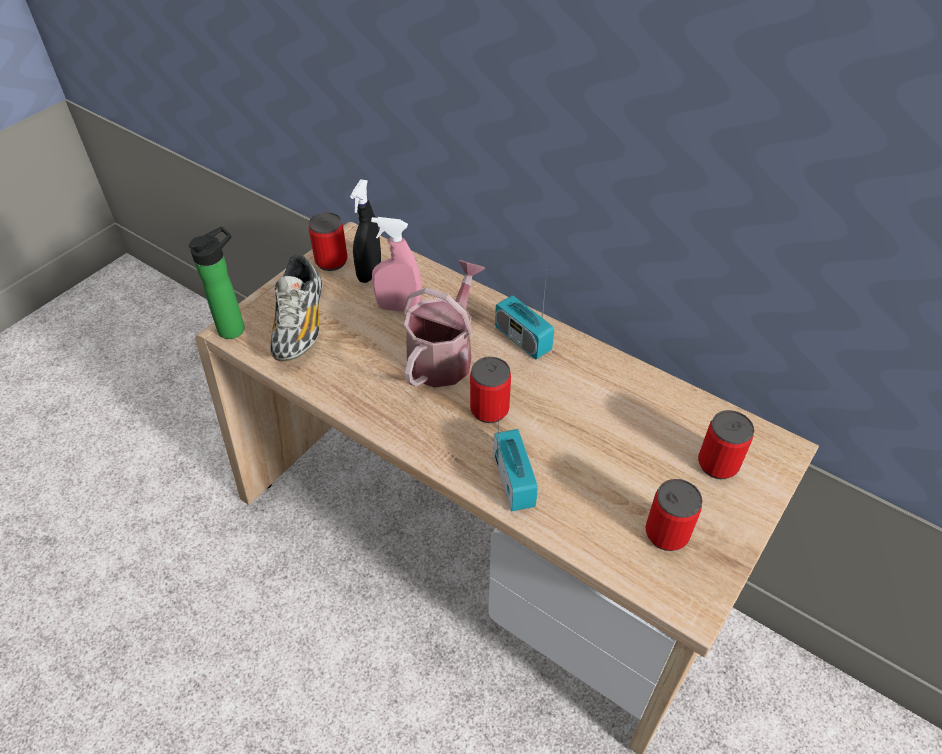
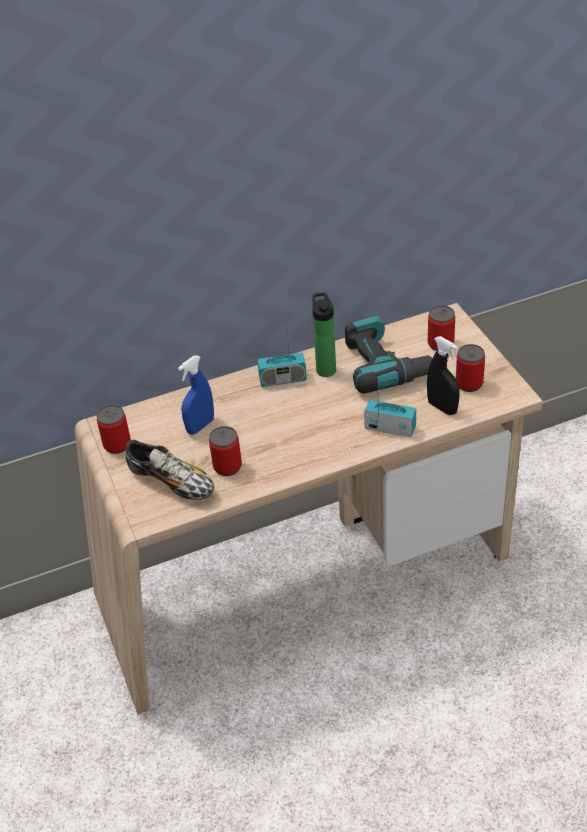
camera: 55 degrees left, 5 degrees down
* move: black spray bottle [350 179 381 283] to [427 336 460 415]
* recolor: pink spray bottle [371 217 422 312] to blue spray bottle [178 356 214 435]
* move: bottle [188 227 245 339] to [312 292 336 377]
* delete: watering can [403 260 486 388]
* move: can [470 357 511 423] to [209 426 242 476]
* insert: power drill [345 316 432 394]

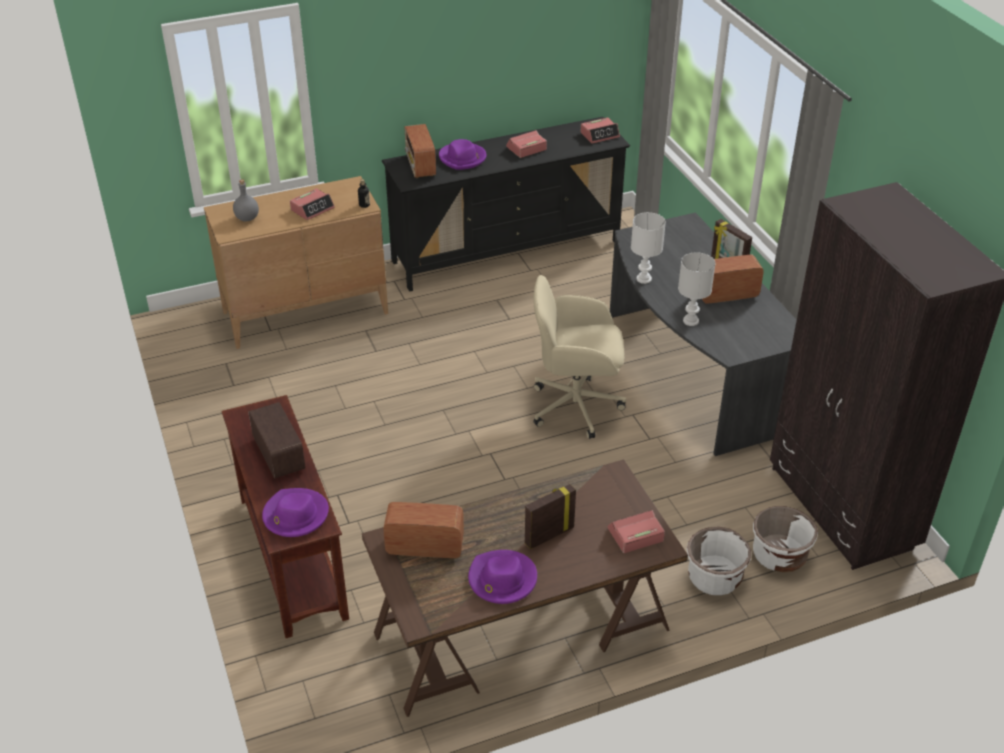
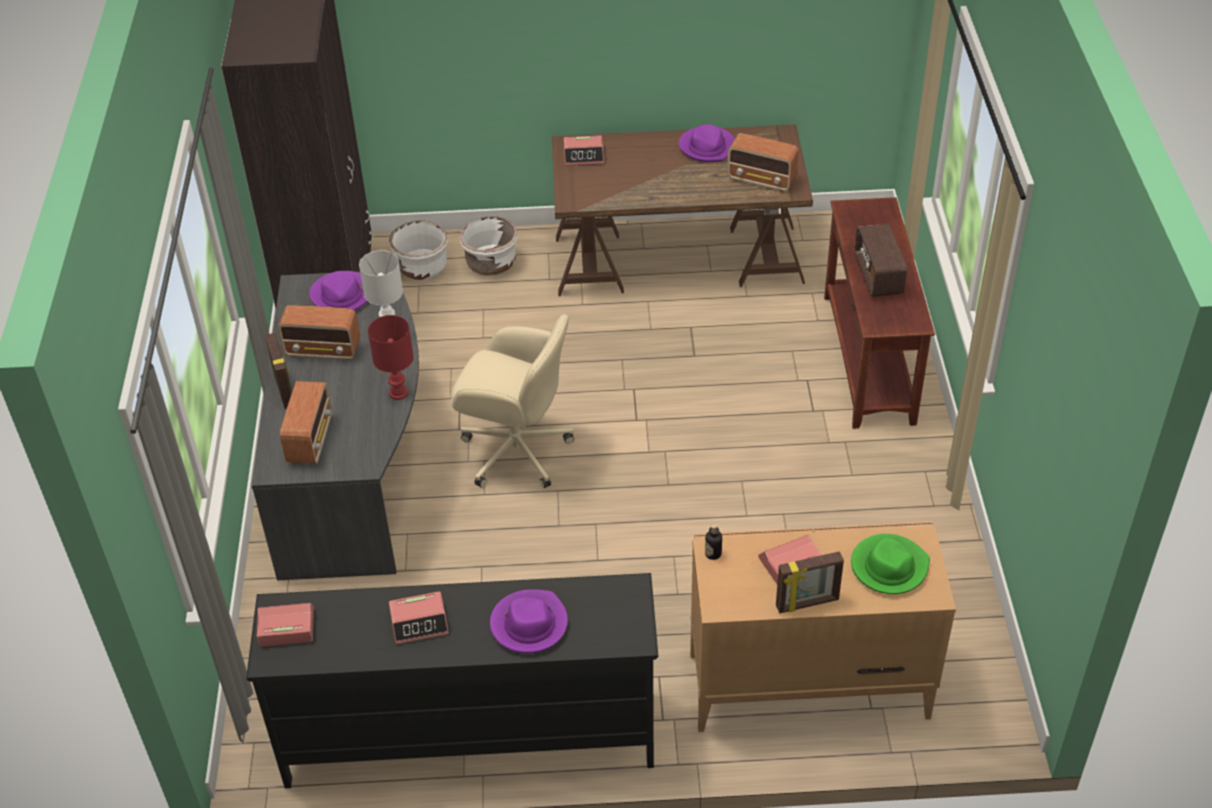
camera: 160 degrees left, 5 degrees up
* move: radio [405 124 436 179] to [280 381 332 464]
* replace: grey bottle [233 179 259 222] to green hat [851 534 930 594]
* recolor: white table lamp [631 212 666 284] to red table lamp [368 315 414 400]
* move: picture frame [525 484 576 549] to [776 551 844 613]
* move: purple hat [262 488 329 537] to [309 271 368 311]

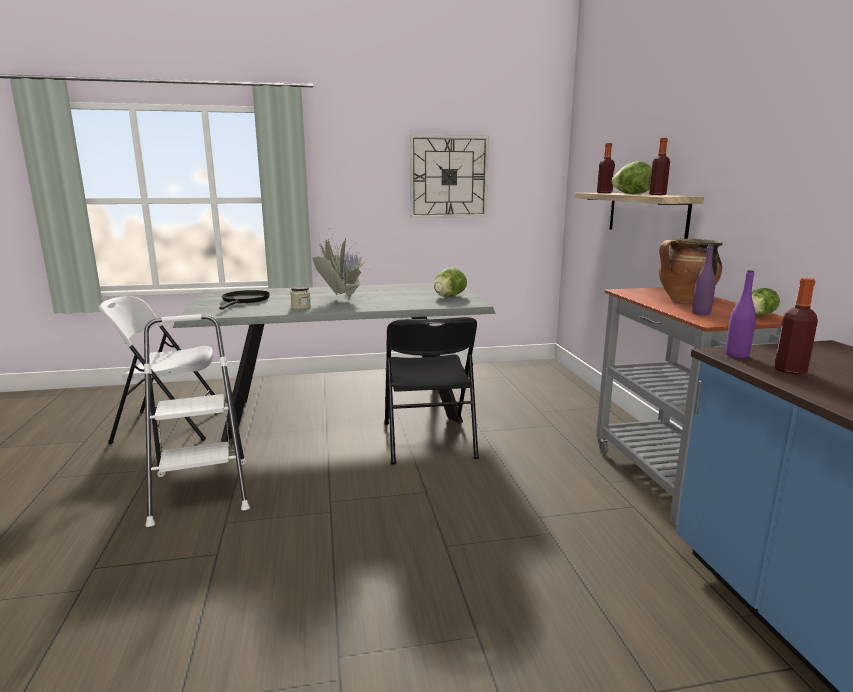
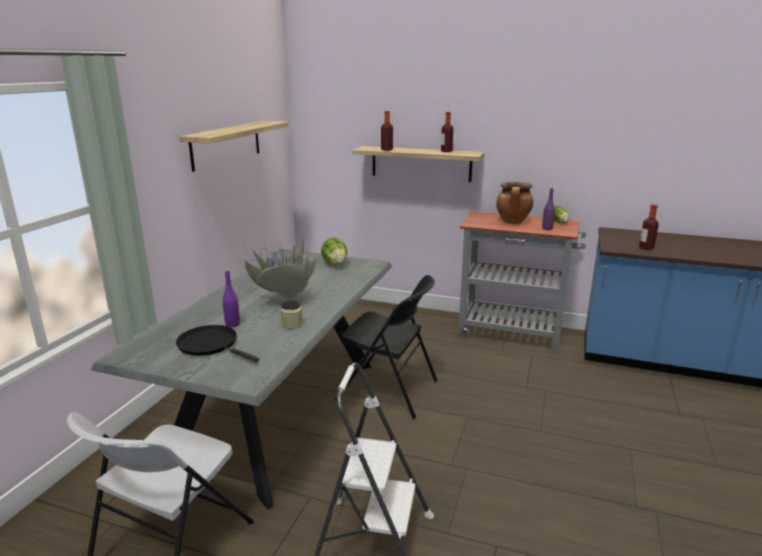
camera: 60 degrees left, 5 degrees up
* replace: wall clock [410 134 489 218] to shelf [179 121 289 172]
* delete: lettuce [612 161 652 194]
* move: purple bottle [726 270 756 358] to [223 271 240 327]

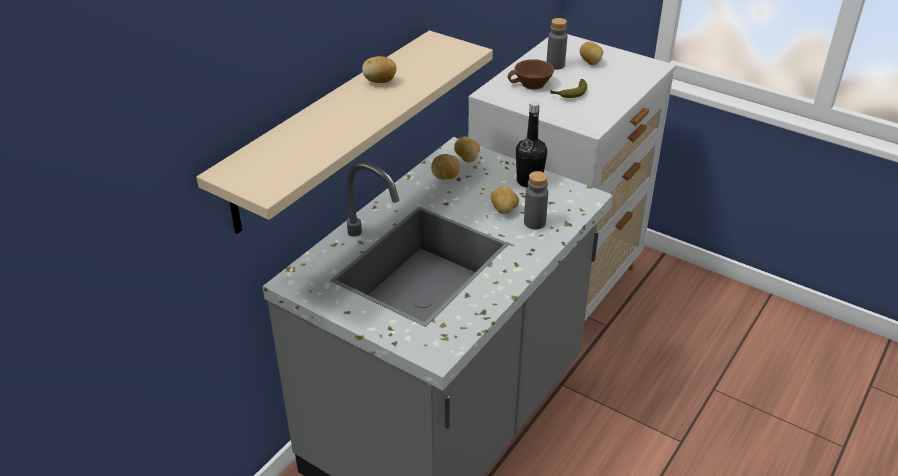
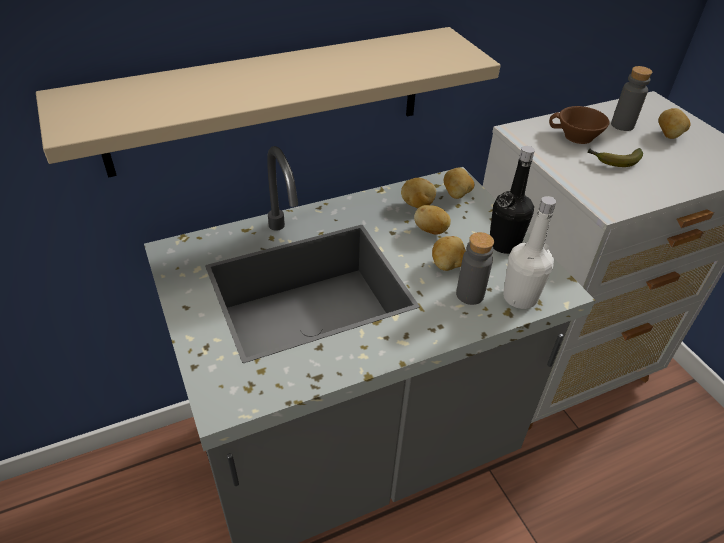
camera: 30 degrees right, 5 degrees up
* move: potato [362 56 397 83] to [414 205 451 235]
* insert: white bottle [503 196 556 309]

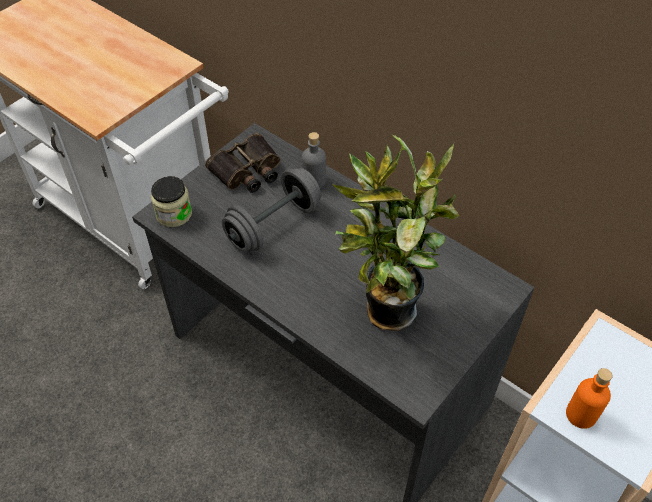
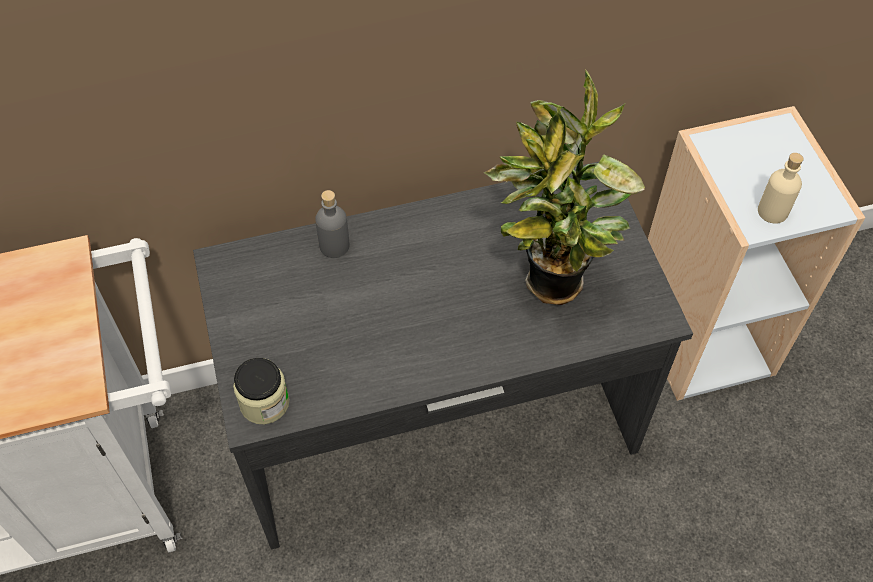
camera: 55 degrees left, 5 degrees up
* delete: binoculars [205 133 281 193]
* delete: grey dumbbell [222 168 321 252]
* recolor: orange bottle [566 368 613 429] to beige bottle [758 153 803 224]

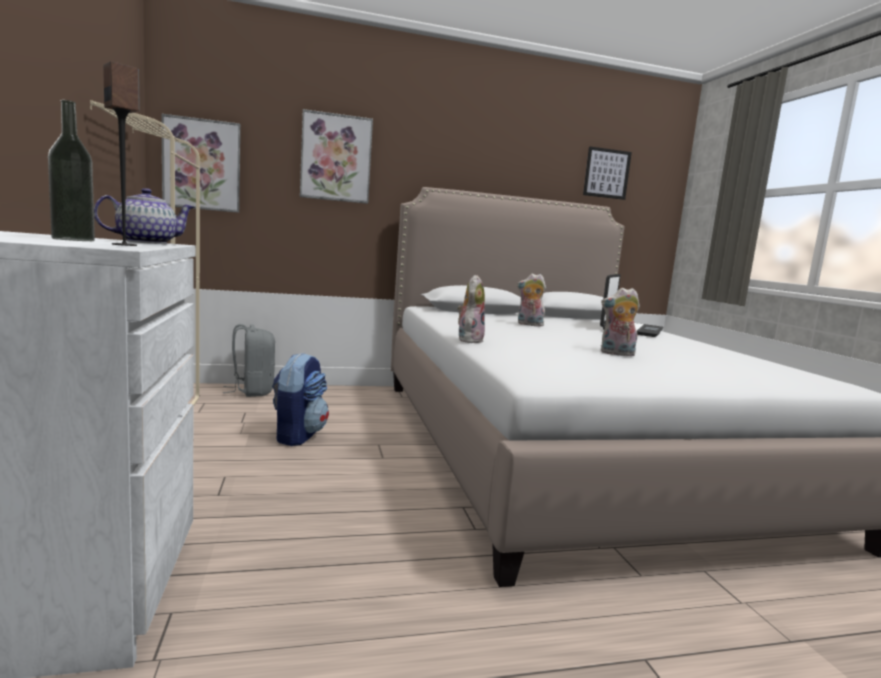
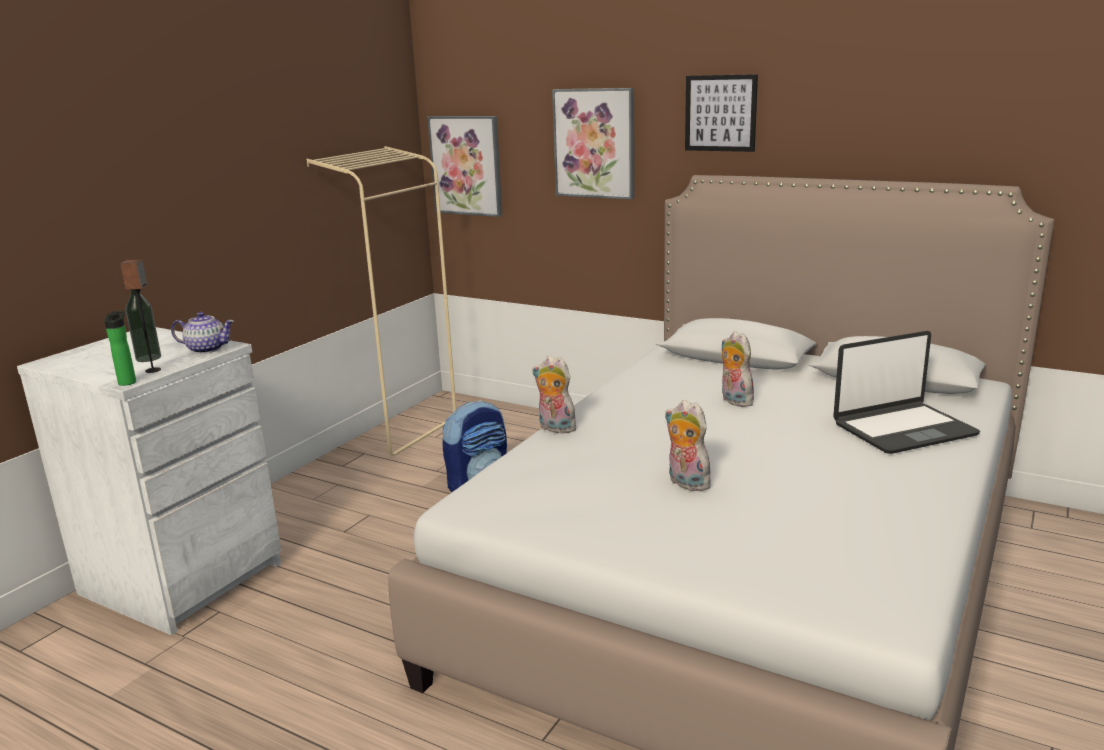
camera: 45 degrees right, 10 degrees up
* move: picture [583 146 632 200] to [685 74 758 152]
* rotate: plush toy [457 275 485 343] = [533 356 576 434] 120 degrees counterclockwise
* delete: grey backpack [223 324 275 397]
* insert: bottle [104 311 136 386]

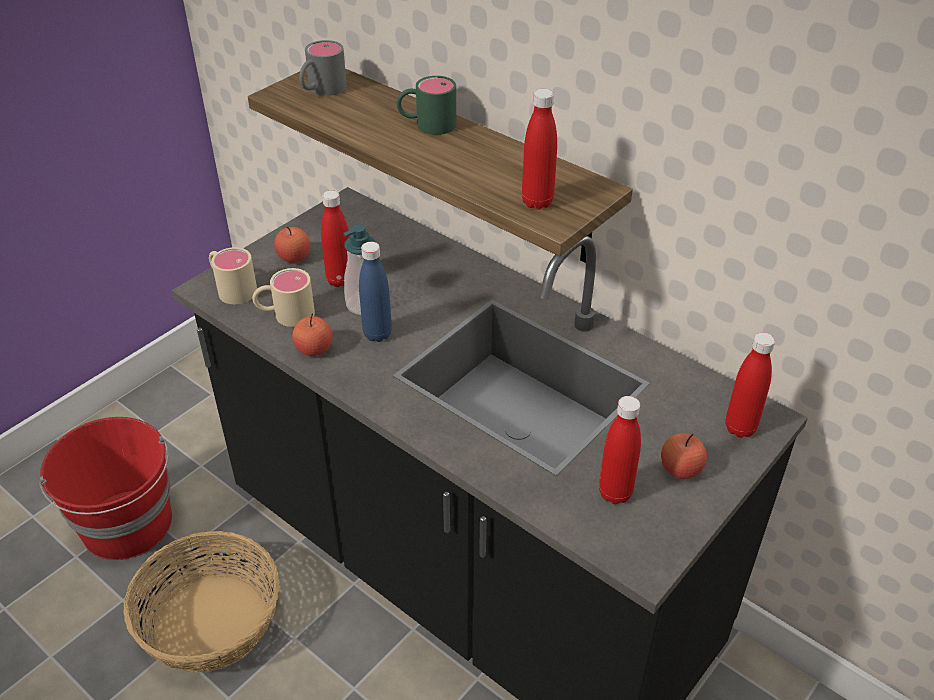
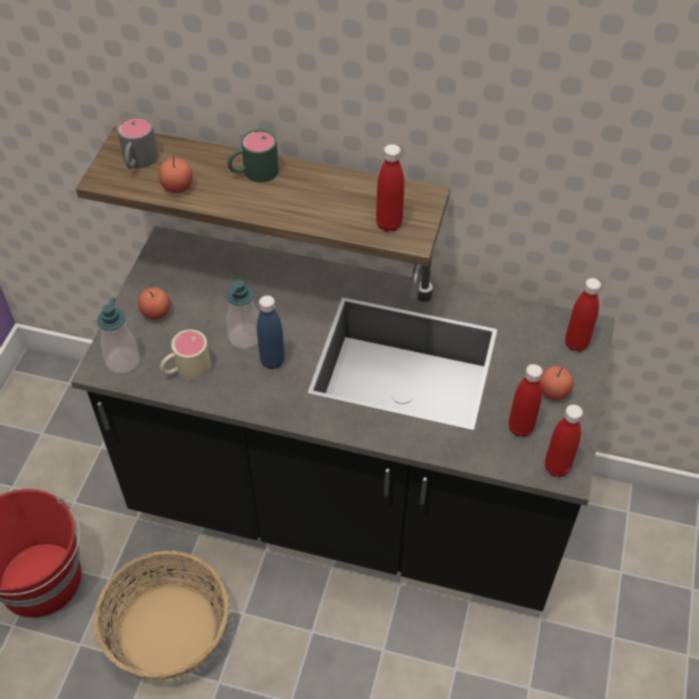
camera: 25 degrees left, 10 degrees up
* move: red bottle [321 190 350 287] to [545 405 583 477]
* replace: beige mug [209 247 257 304] to soap dispenser [97 297 140 374]
* move: apple [292 313 333 356] to [158 155 193 193]

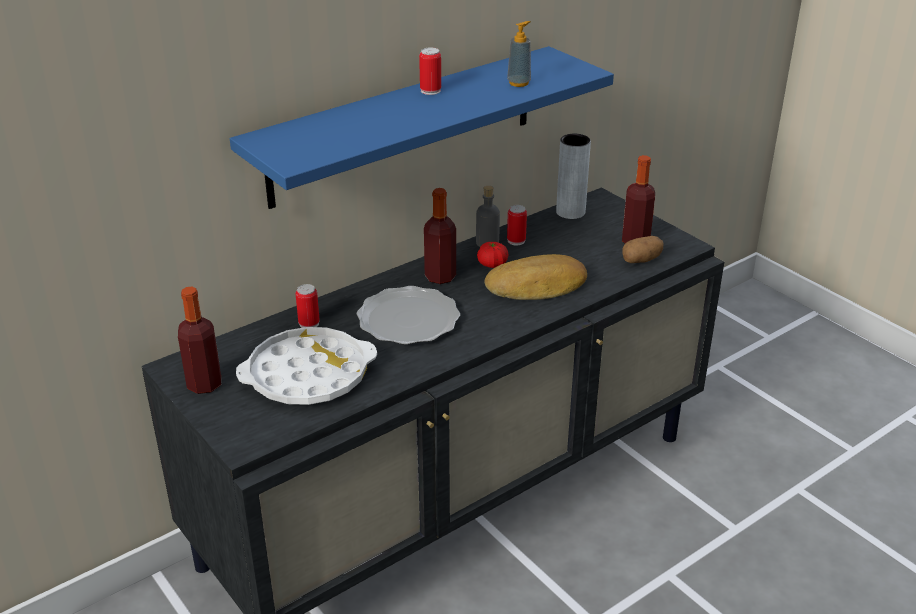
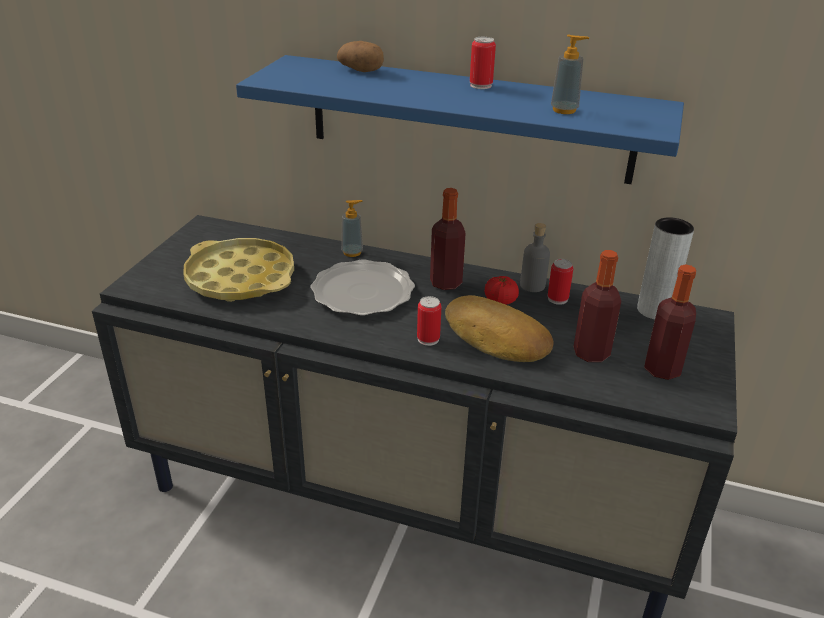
camera: 55 degrees right, 0 degrees up
* move: potato [622 236 664 263] to [337 41 384 72]
* move: can [296 284 320 328] to [417 296 441 346]
* move: bottle [178 287 221 394] to [574 250 621 362]
* recolor: white tray [236 327 377 405] to yellow tray [183 238 294 302]
* insert: soap dispenser [341 200 363 257]

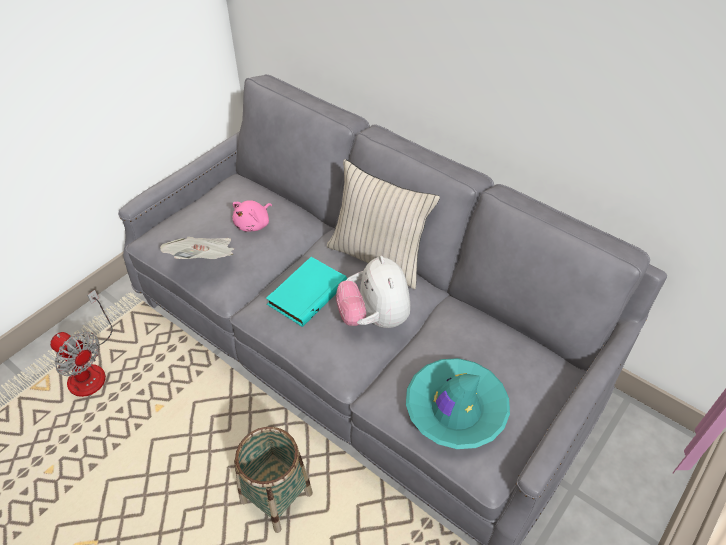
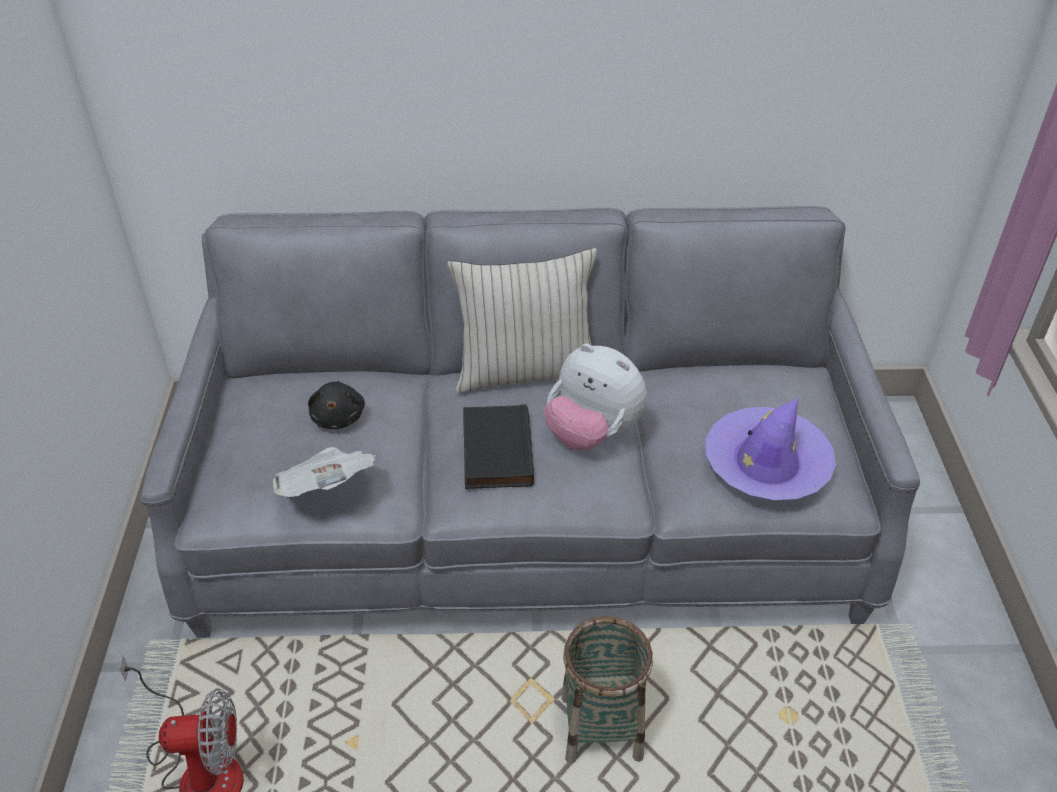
camera: 40 degrees left, 5 degrees down
* recolor: pink plush toy [232 200 272 232] to black plush toy [308 381 365 429]
* recolor: turquoise book [266 257 347 327] to black book [463 404 534 489]
* recolor: turquoise hat [406 358 510 449] to purple hat [705 398 836 500]

